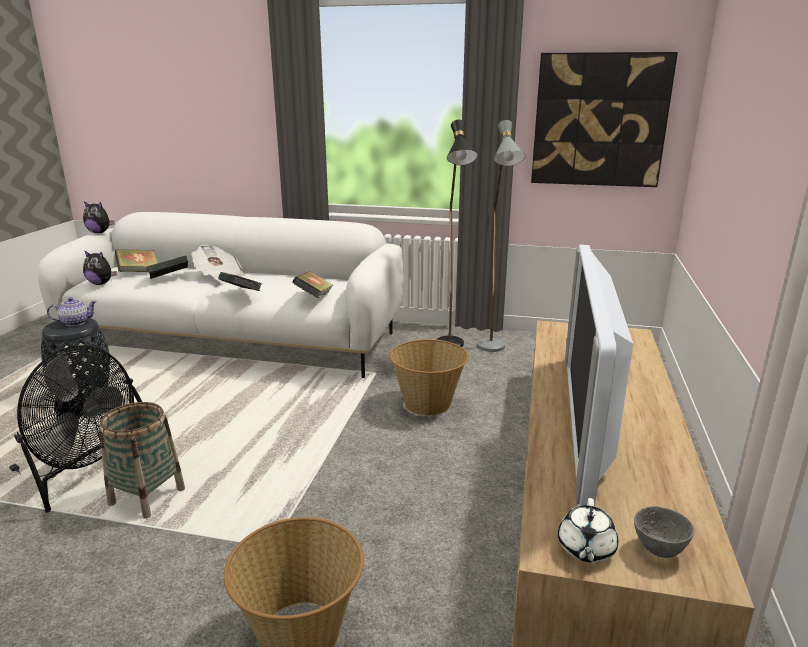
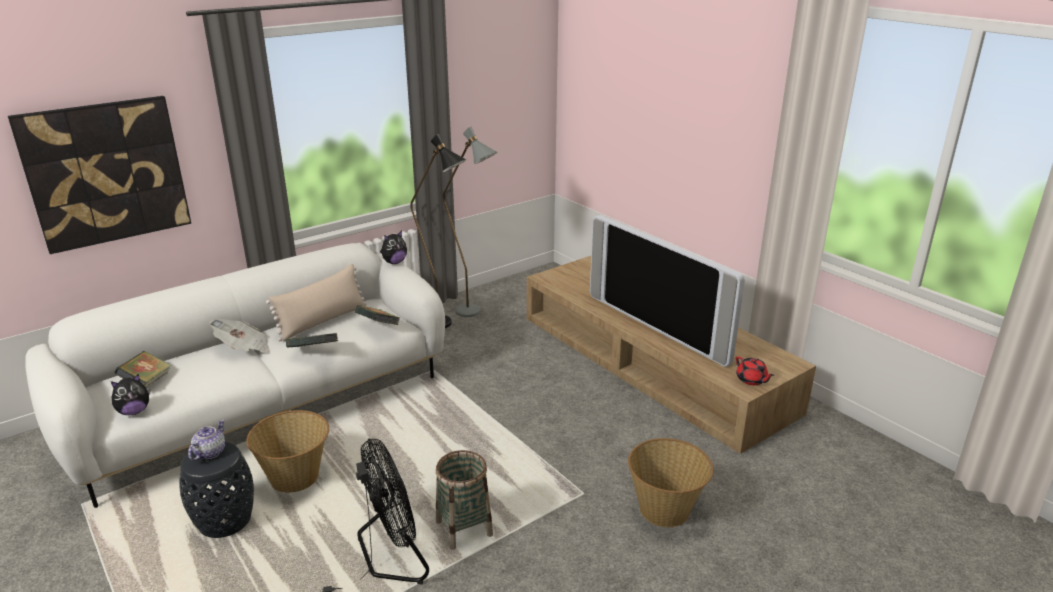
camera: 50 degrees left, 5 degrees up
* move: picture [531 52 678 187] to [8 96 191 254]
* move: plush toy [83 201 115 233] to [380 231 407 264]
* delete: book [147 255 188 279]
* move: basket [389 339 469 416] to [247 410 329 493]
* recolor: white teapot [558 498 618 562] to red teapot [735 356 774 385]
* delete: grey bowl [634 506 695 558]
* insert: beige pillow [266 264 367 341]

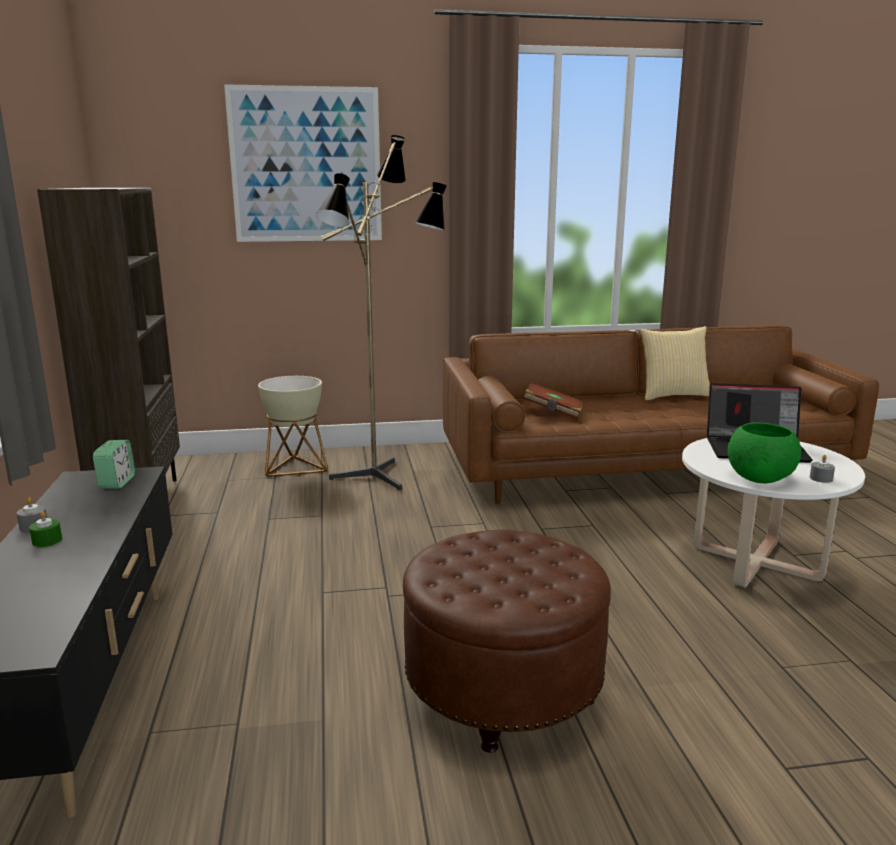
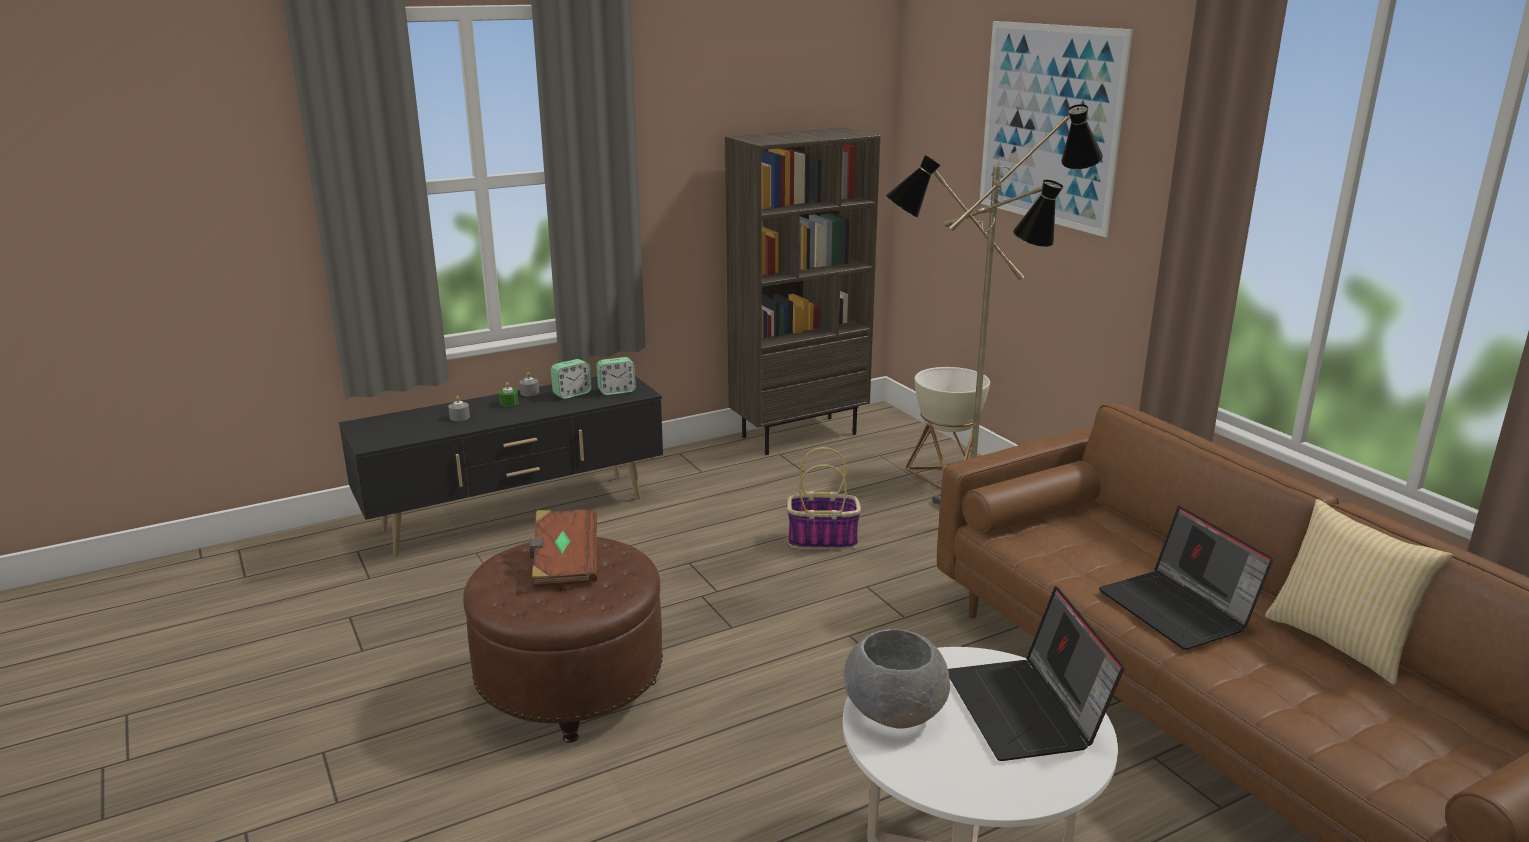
camera: 70 degrees right, 5 degrees up
* move: brown book [523 382 583 419] to [529 509 597 587]
* recolor: green bowl [728 423 801 483] to grey bowl [844 629 950 729]
* move: grey candle [810 455 835 483] to [448 395 470 421]
* insert: alarm clock [551 359 592 399]
* insert: basket [787 447 861 550]
* insert: laptop [1099 506 1273 650]

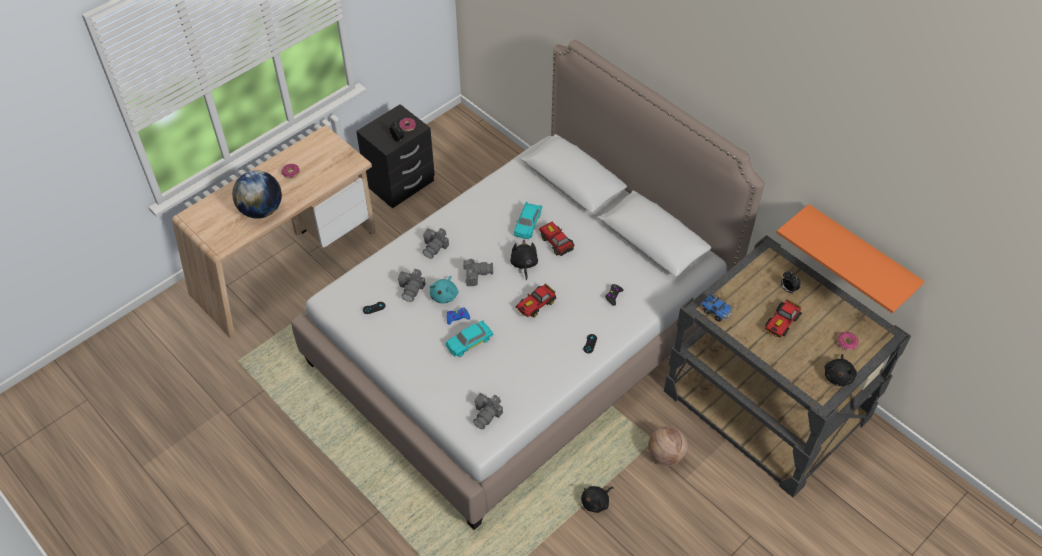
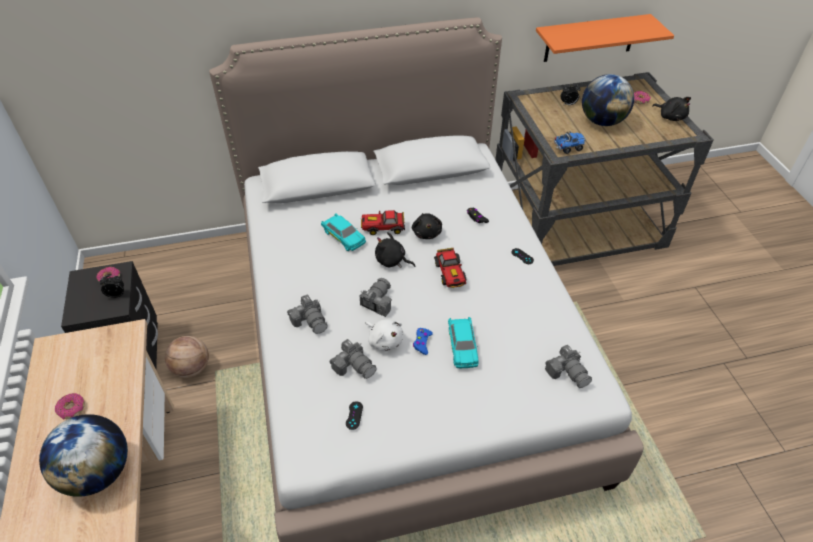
camera: 60 degrees left, 5 degrees down
* recolor: turquoise plush toy [430 276 458 304] to white plush toy [365 319 403 351]
* replace: toy car [765 299 802 338] to globe [582 74 634 126]
* move: basketball [648 426 688 466] to [165 336 209 378]
* move: black plush toy [581 486 614 513] to [412 213 442 239]

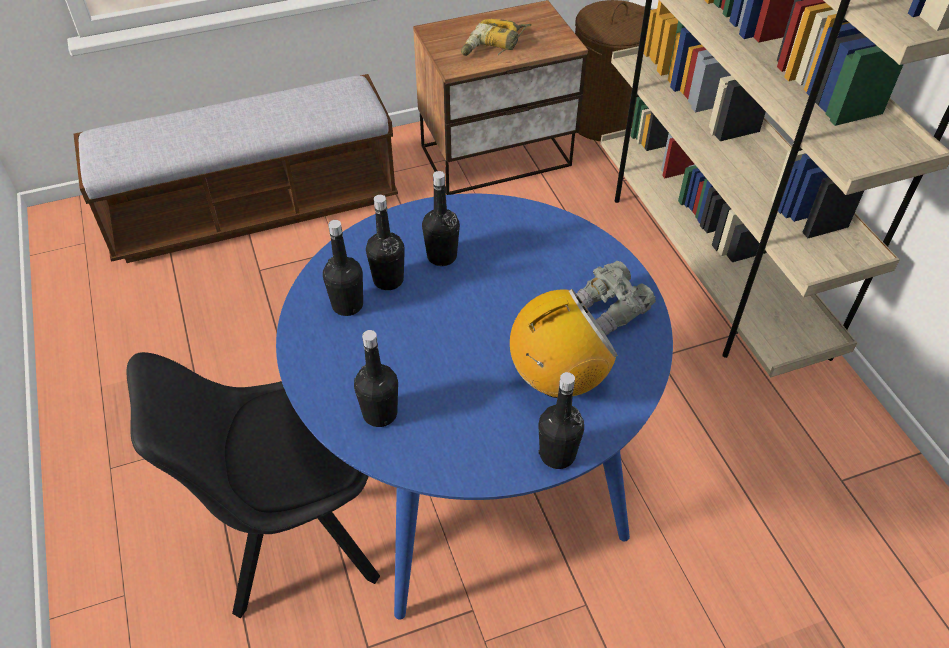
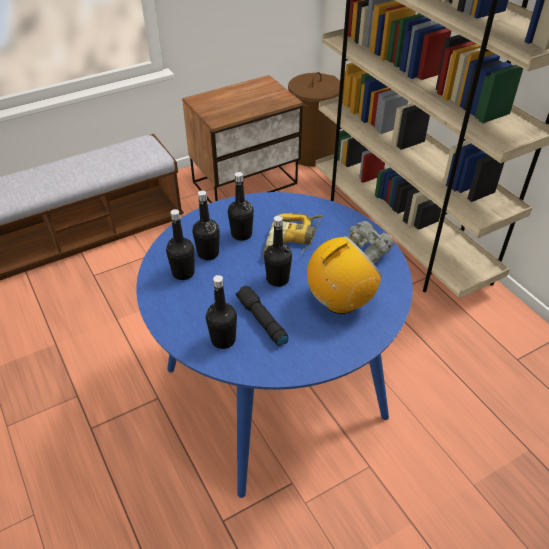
camera: 10 degrees left, 5 degrees down
* move: power drill [461 19 532 56] to [263 213 324 255]
* delete: black chair [127 352 380 618]
* move: black bottle [538 372 584 469] to [264 216 292 287]
* insert: black flashlight [236 286 288 346]

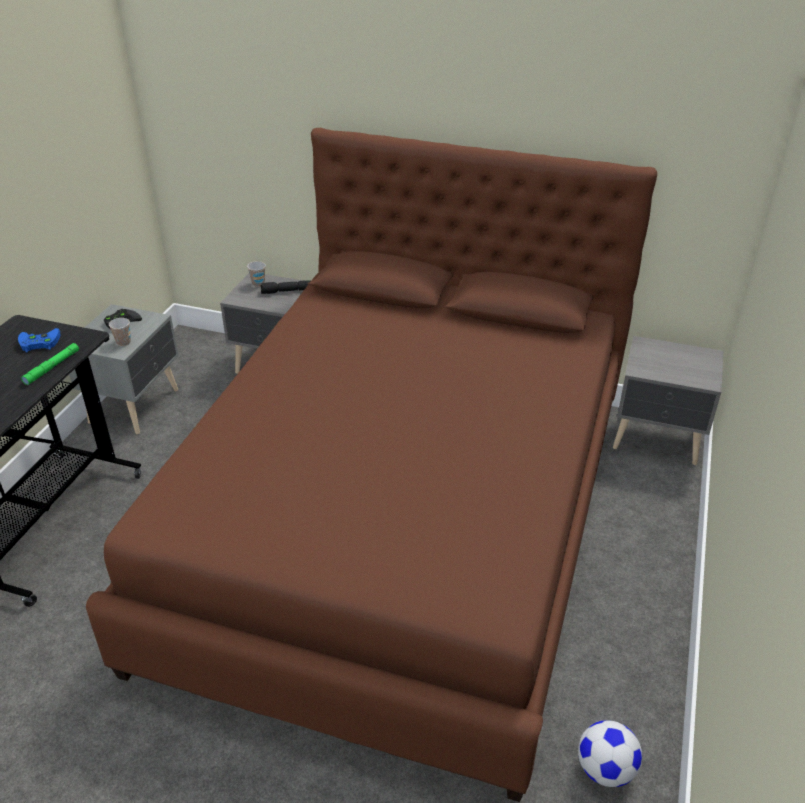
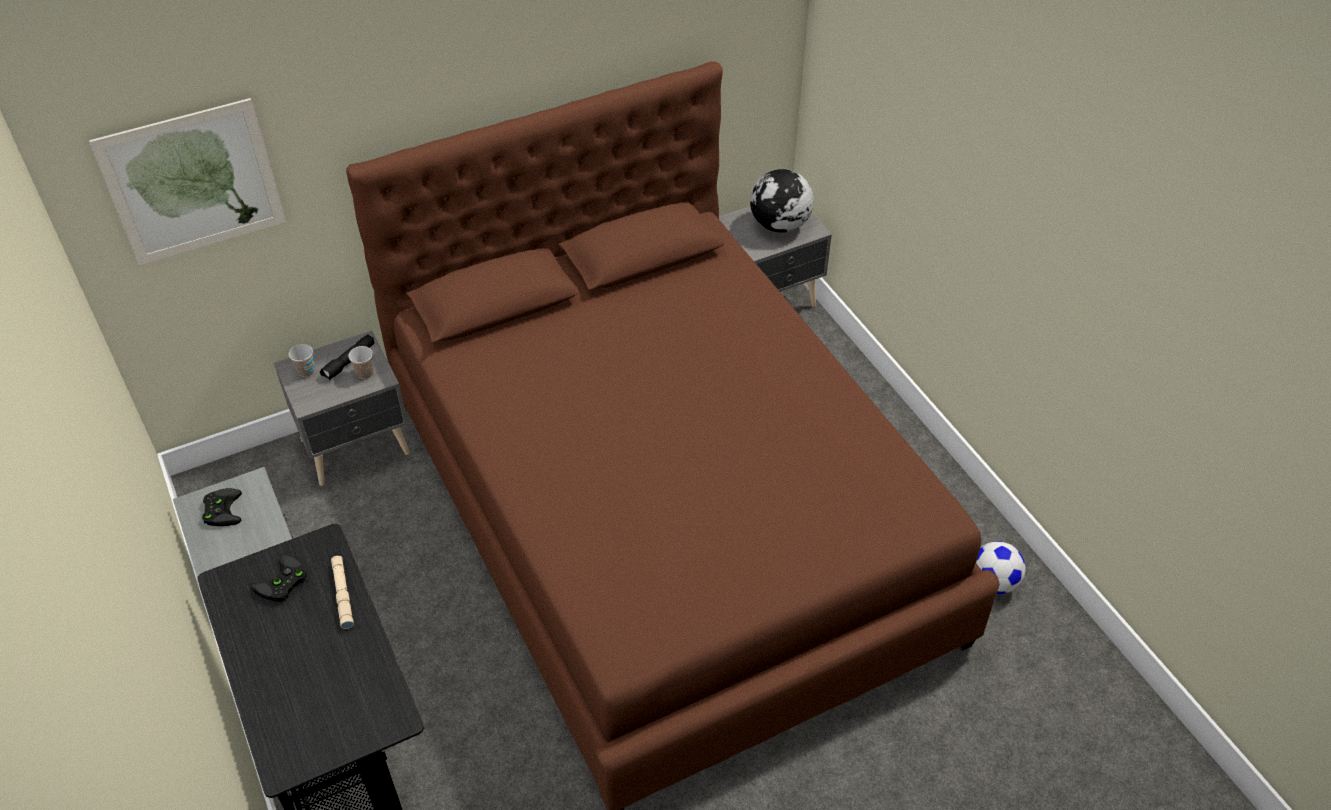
camera: 45 degrees left, 10 degrees up
* move: cup [109 318 131 346] to [348 346 373 379]
* recolor: blue game controller [18 328 61 352] to black game controller [250 555 308 602]
* recolor: green flashlight [21 343 79 385] to beige flashlight [331 556 354 629]
* insert: picture [89 98 286 265]
* insert: globe [750 169 814 232]

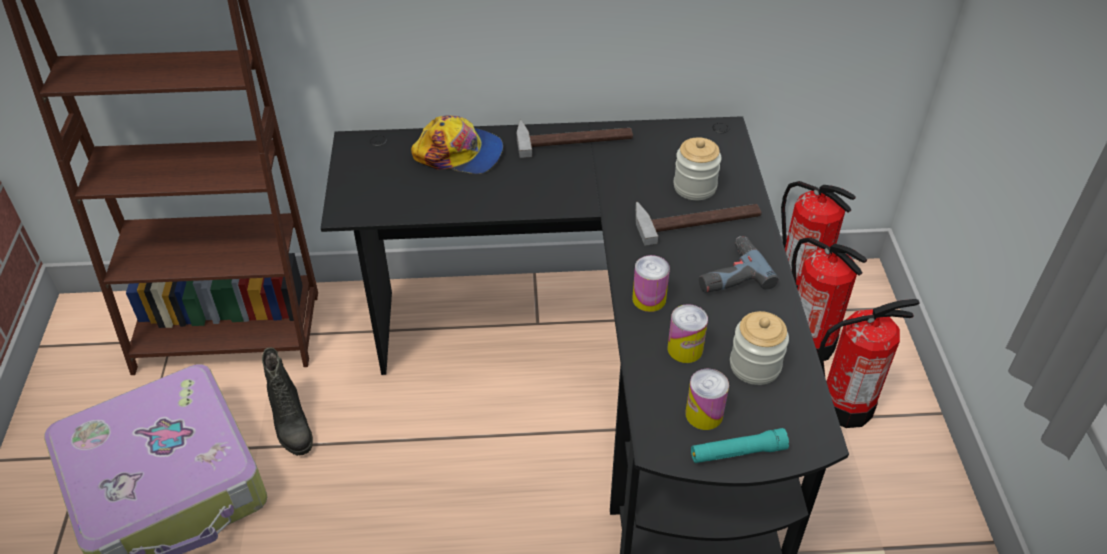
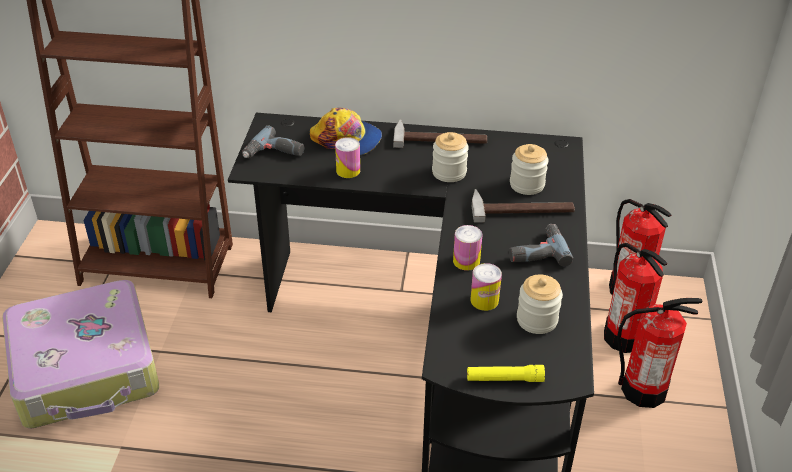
camera: 10 degrees right, 5 degrees down
* delete: black boot [262 347 313 456]
* move: can [685 369 729 430] to [335 137 360 178]
* recolor: turquoise flashlight [691 428 789 463] to yellow flashlight [467 365 545 382]
* insert: power drill [242 125 304 158]
* insert: jar [432 132 469 182]

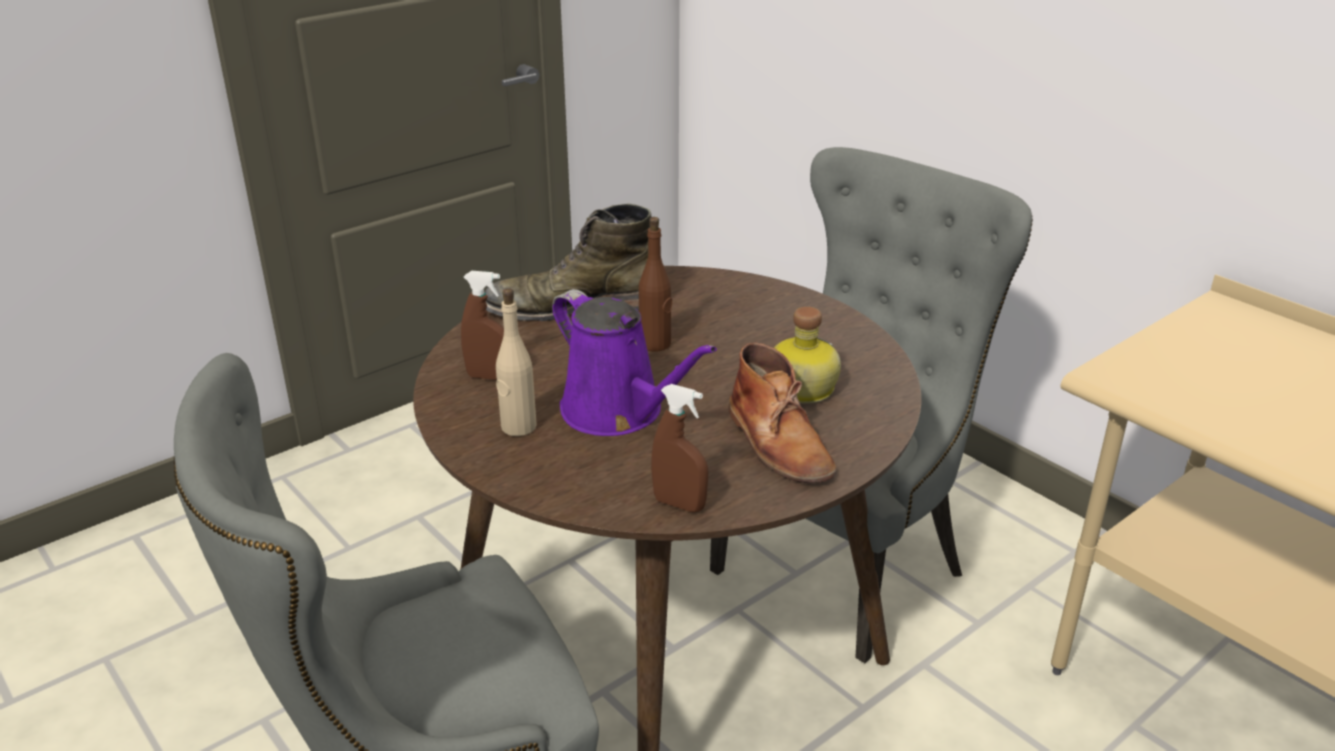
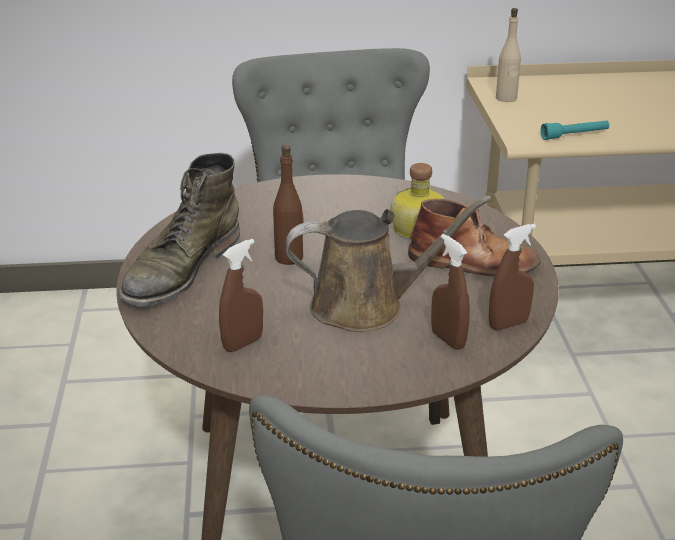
camera: 55 degrees left, 0 degrees up
* move: beige bottle [496 288 537 436] to [496 8 521 102]
* recolor: purple watering can [552 289 717 436] to brown watering can [286 196 492 332]
* insert: turquoise flashlight [541 120 609 140]
* insert: brown spray bottle [431 234 470 350]

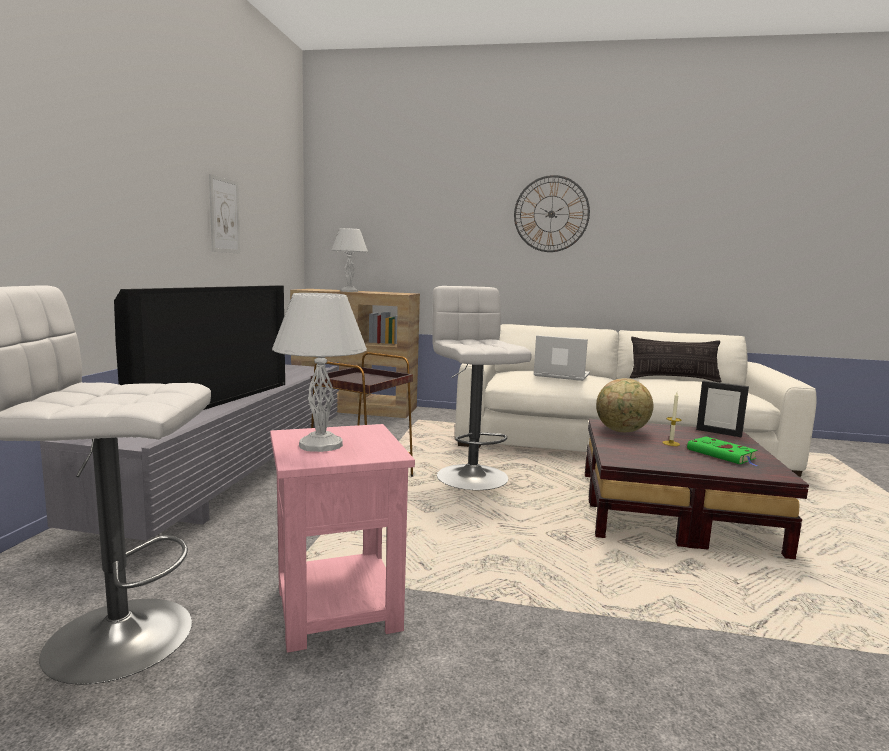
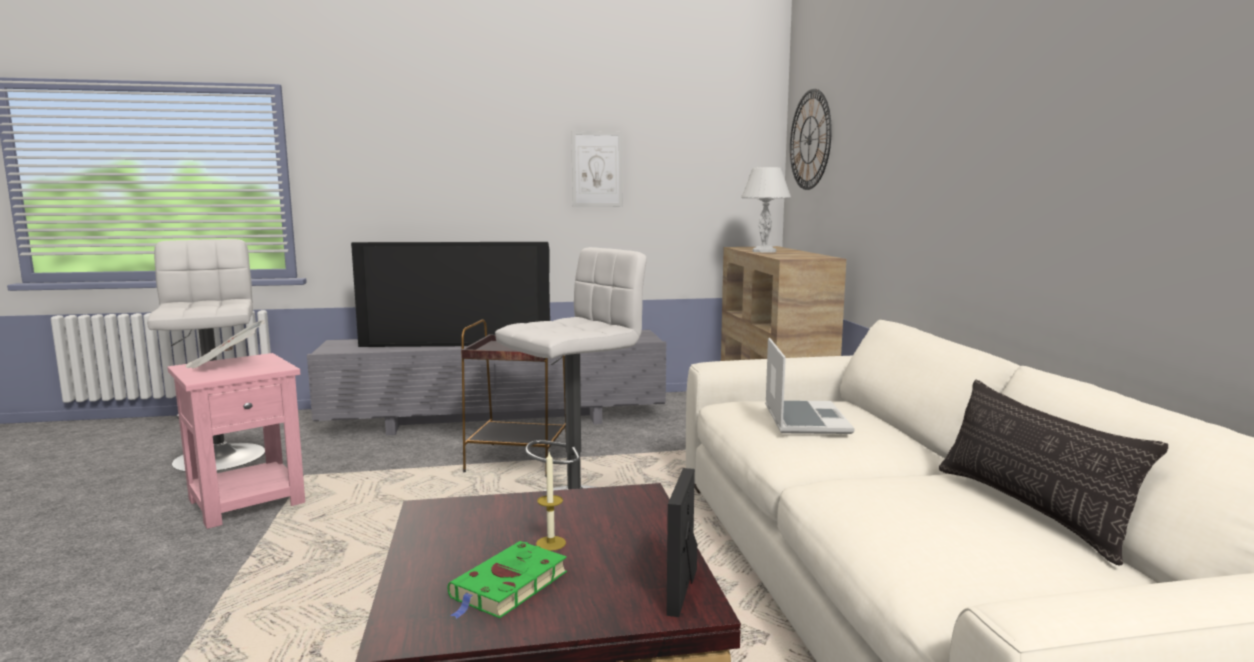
camera: 70 degrees right, 0 degrees up
* move: wall clock [514 175 590 252] to [790 89 832 190]
* replace: white table lamp [272 293 367 452] to newspaper [185 320 265 369]
* delete: globe [596 378 653 432]

